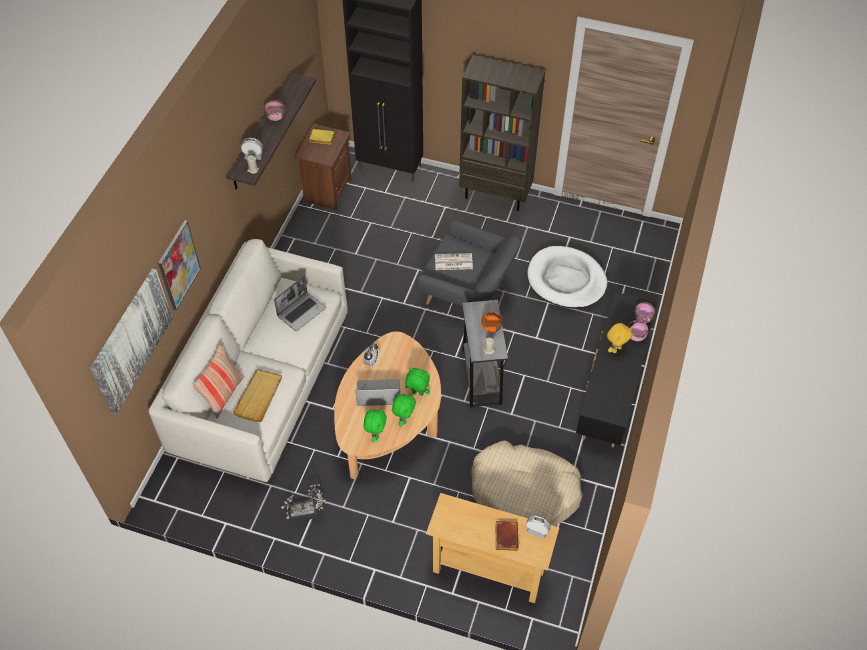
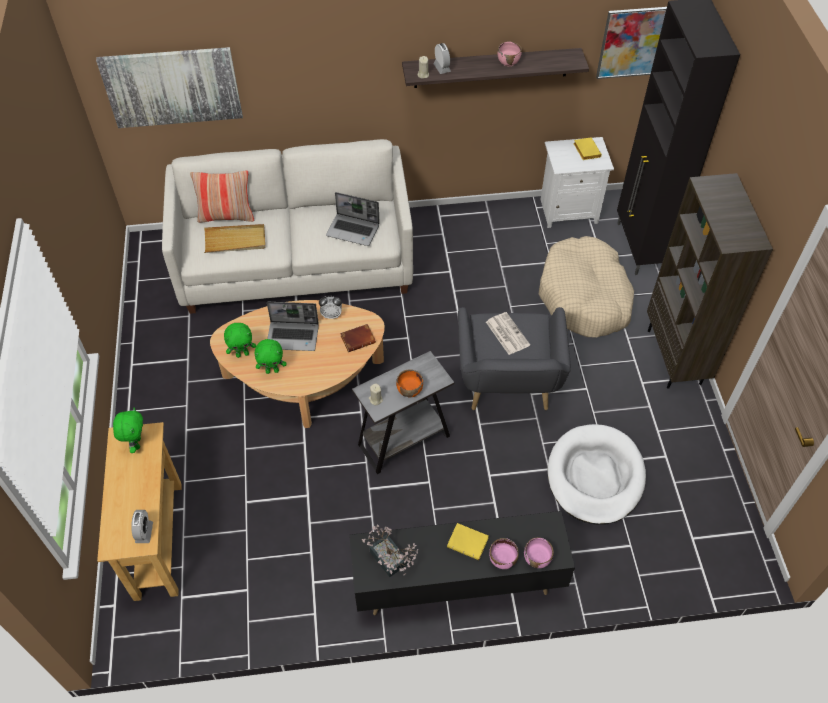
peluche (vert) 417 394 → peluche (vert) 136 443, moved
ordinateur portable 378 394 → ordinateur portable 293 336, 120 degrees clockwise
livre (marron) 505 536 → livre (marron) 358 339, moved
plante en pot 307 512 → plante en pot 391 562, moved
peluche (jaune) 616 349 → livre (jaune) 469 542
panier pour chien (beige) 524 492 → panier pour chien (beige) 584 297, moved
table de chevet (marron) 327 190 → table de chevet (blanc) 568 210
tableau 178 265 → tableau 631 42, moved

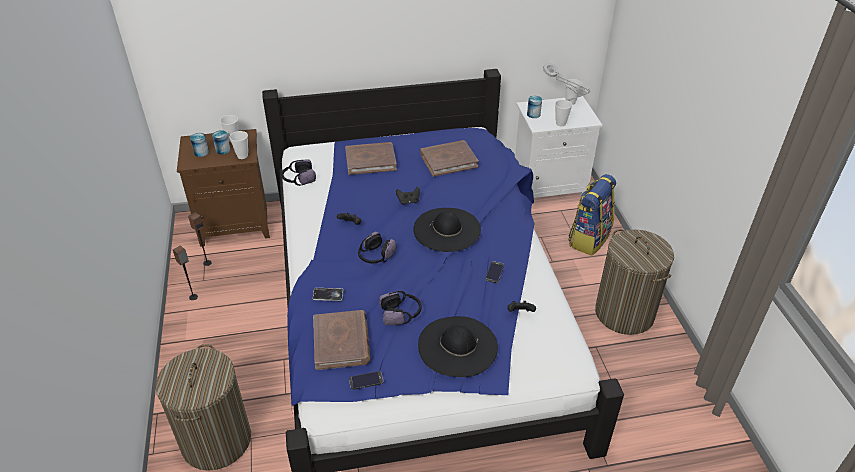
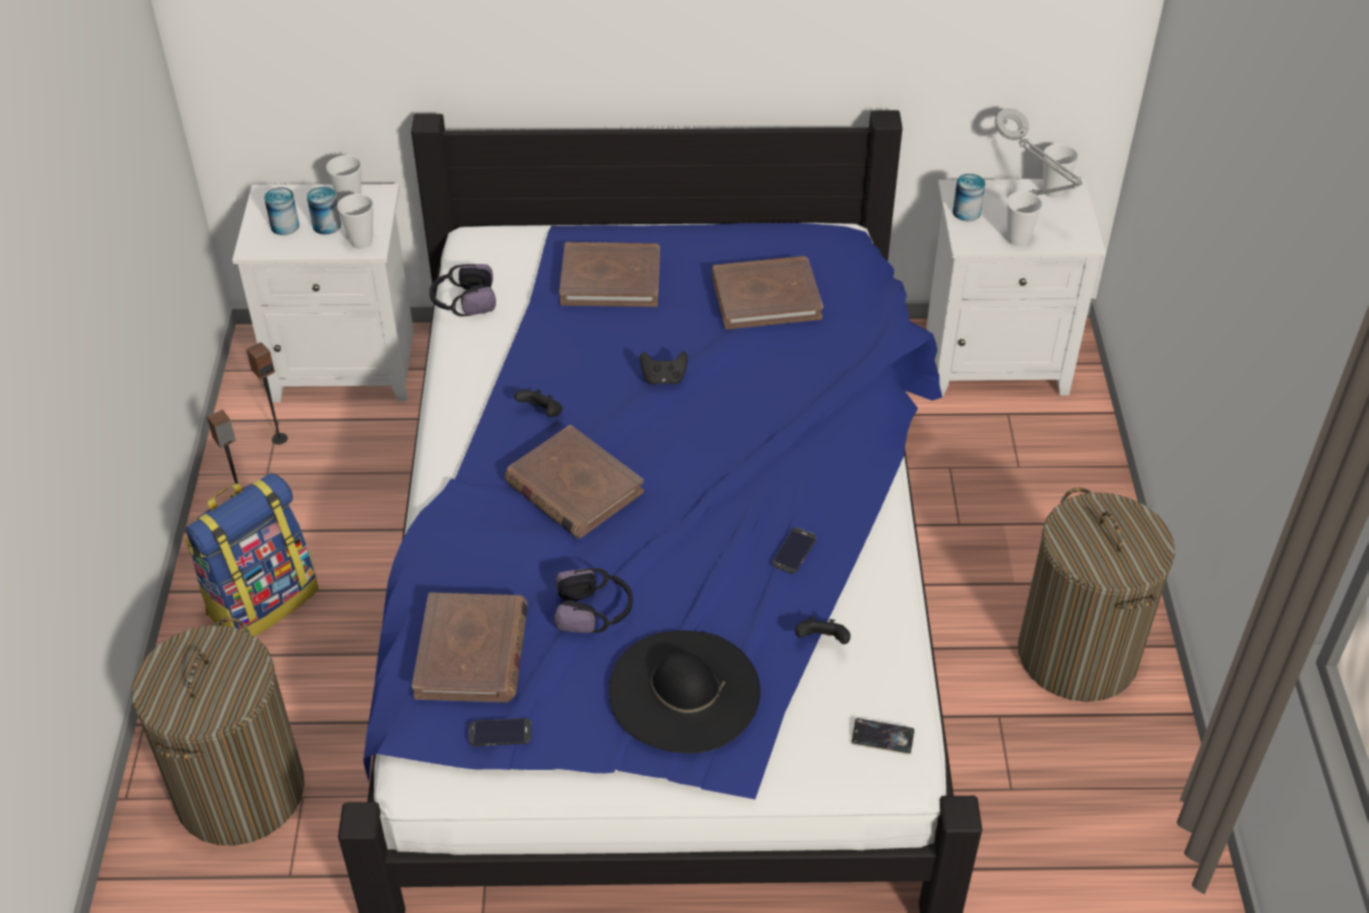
sac à dos 588 238 → sac à dos 262 600, moved
table de chevet (marron) 236 224 → table de chevet (blanc) 348 364
casque audio 375 256 → livre (marron) 573 487
téléphone 328 295 → téléphone 882 739, moved
chapeau (noir) 447 229 → -

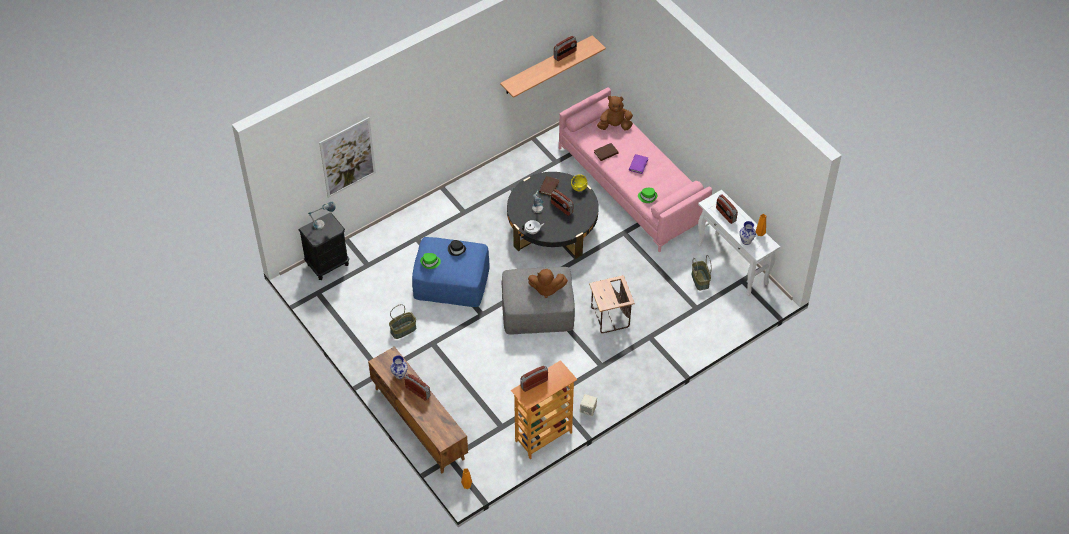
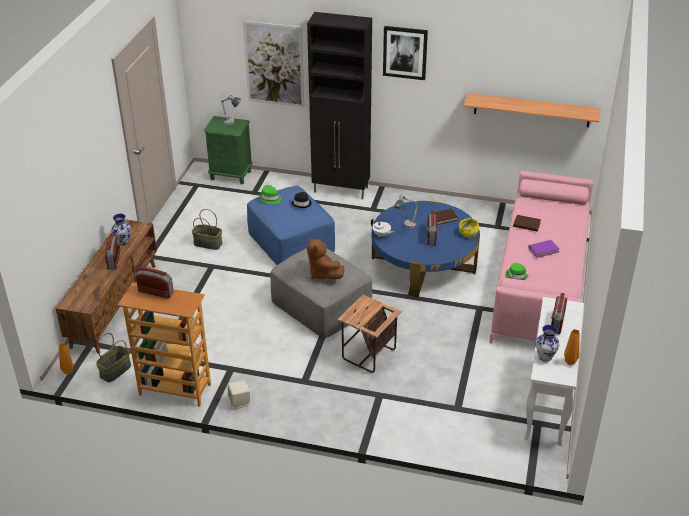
panier 700 280 → panier 115 371, moved
table de chevet (noir) 328 264 → table de chevet (vert) 231 175
- → meuble de rangement (noir) 341 190
table basse (noir) 552 228 → table basse (bleu) 423 263
- → tableau 405 52
radio 565 54 → -
peluche (marron) 614 126 → -

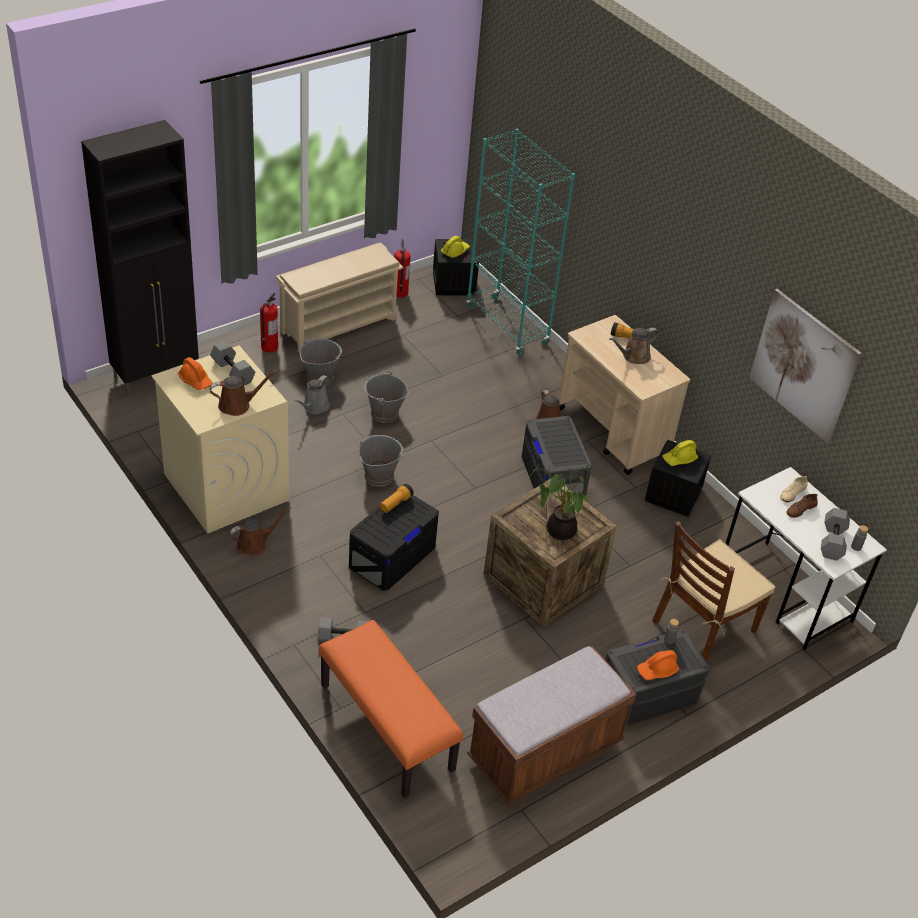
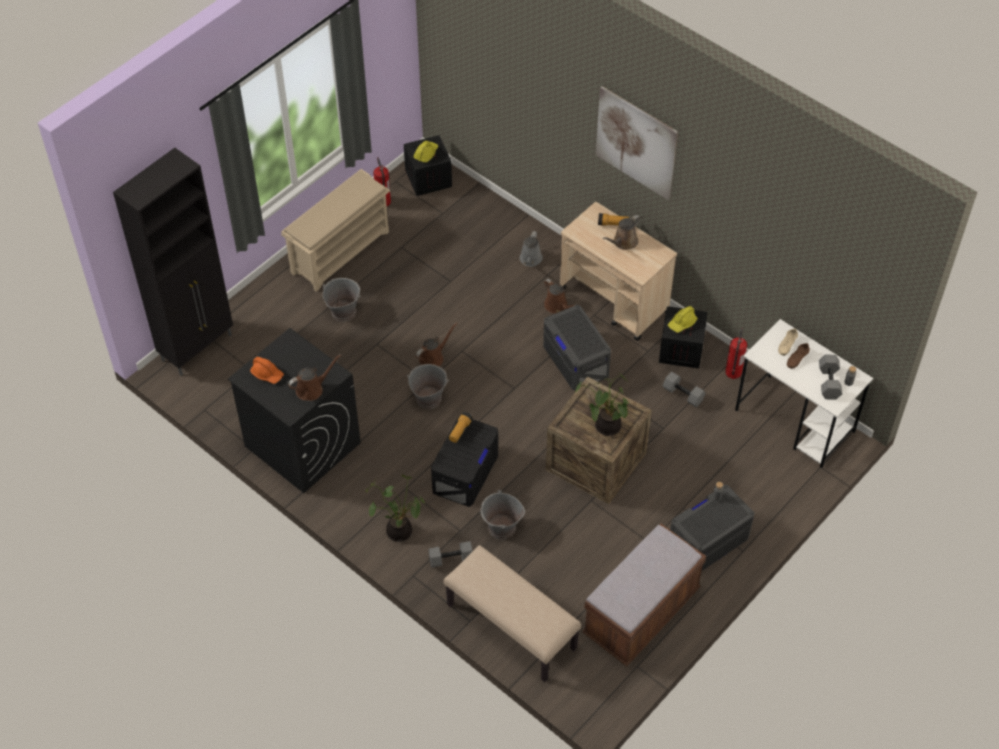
lave-linge (beige) 225 487 → lave-linge (noir) 301 444
- → plante en pot 399 529
arrosoir (marron) 255 544 → arrosoir (marron) 433 357, moved
banc (orange) 385 727 → banc (beige) 510 627
seau (gris) 384 413 → seau (gris) 501 528, moved
arrosoir (gris) 314 407 → arrosoir (gris) 530 260, moved
tableau 803 365 → tableau 636 142, moved
haltère (gris) 233 372 → haltère (gris) 683 394, moved
extincteur 269 347 → extincteur 733 372, moved
bibliothèque (turquoise) 507 326 → -
casque de chantier (orange) 657 670 → -
chaise (marron) 703 626 → -

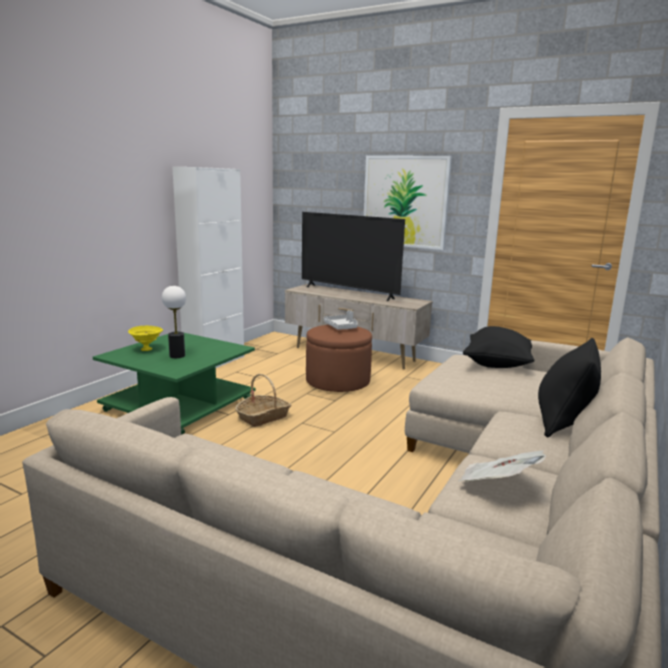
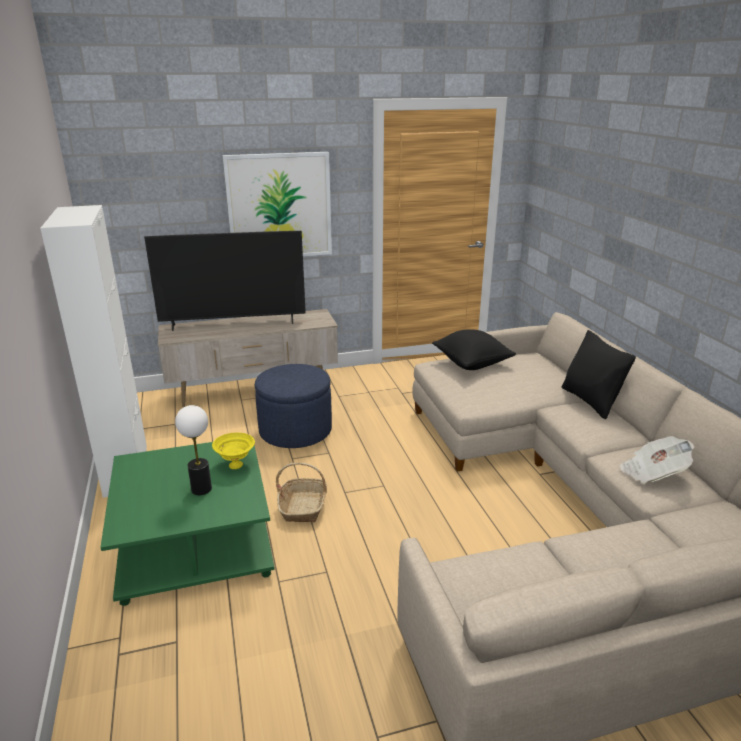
bol (jaune) 147 349 → bol (jaune) 235 464, moved
pouf (marron) 338 382 → pouf (bleu) 295 430
plateau (gris) 342 327 → -

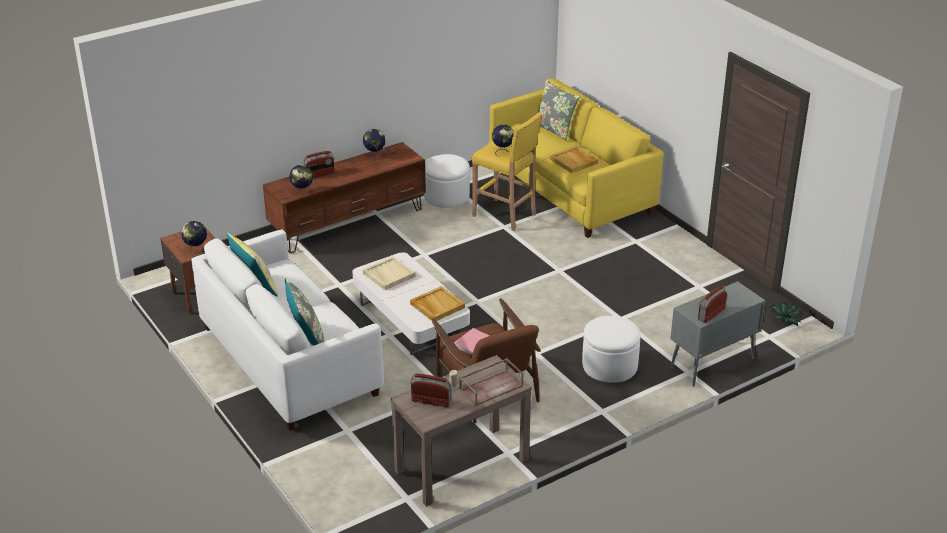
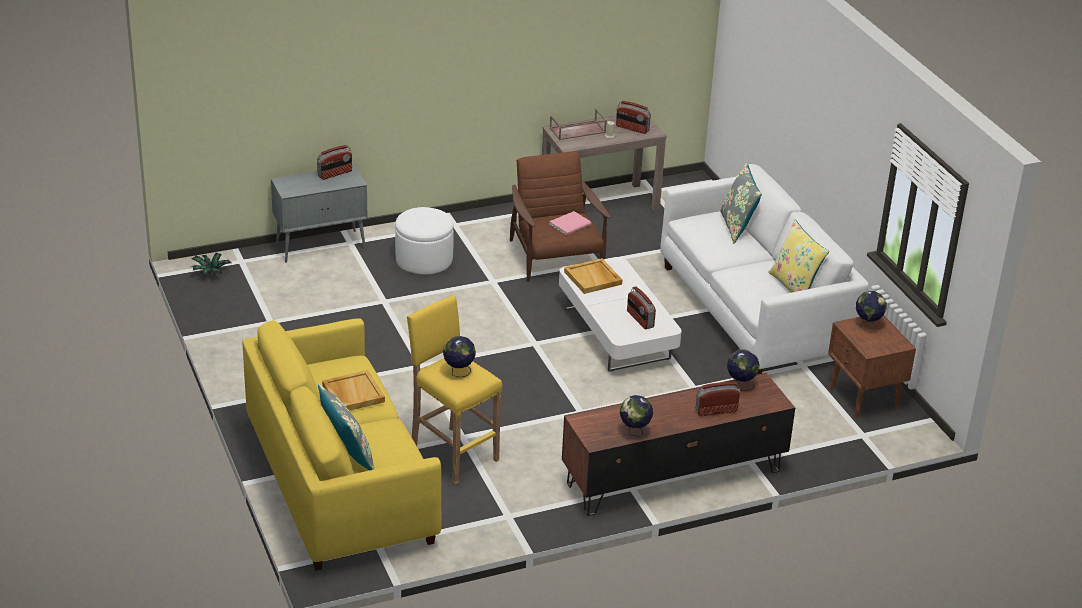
plateau (beige) 388 275 → radio 640 319
pouf (blanc) 446 196 → -

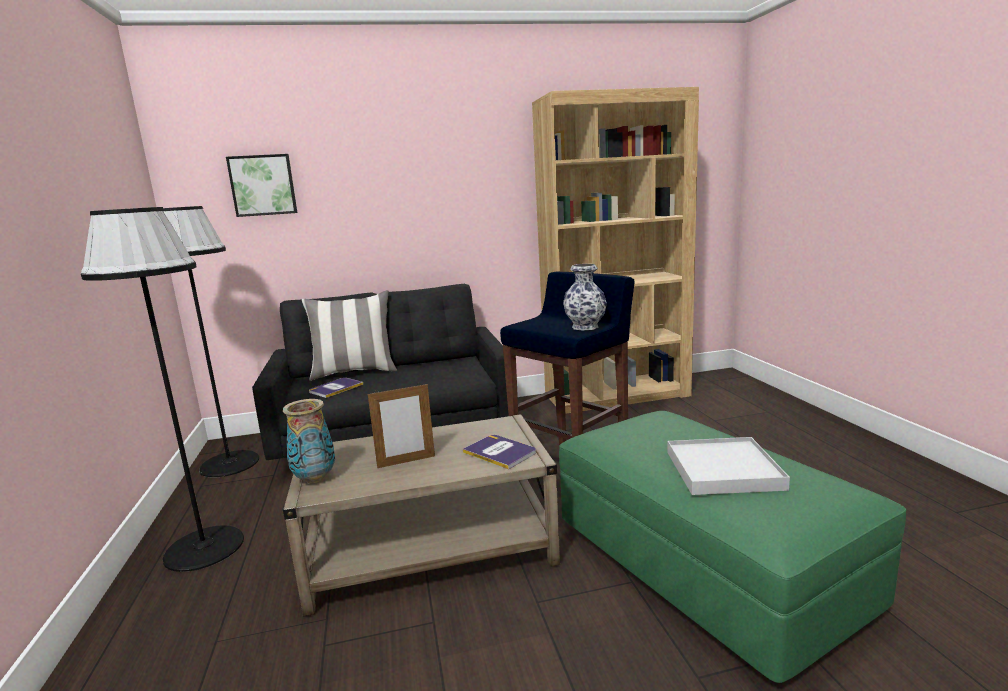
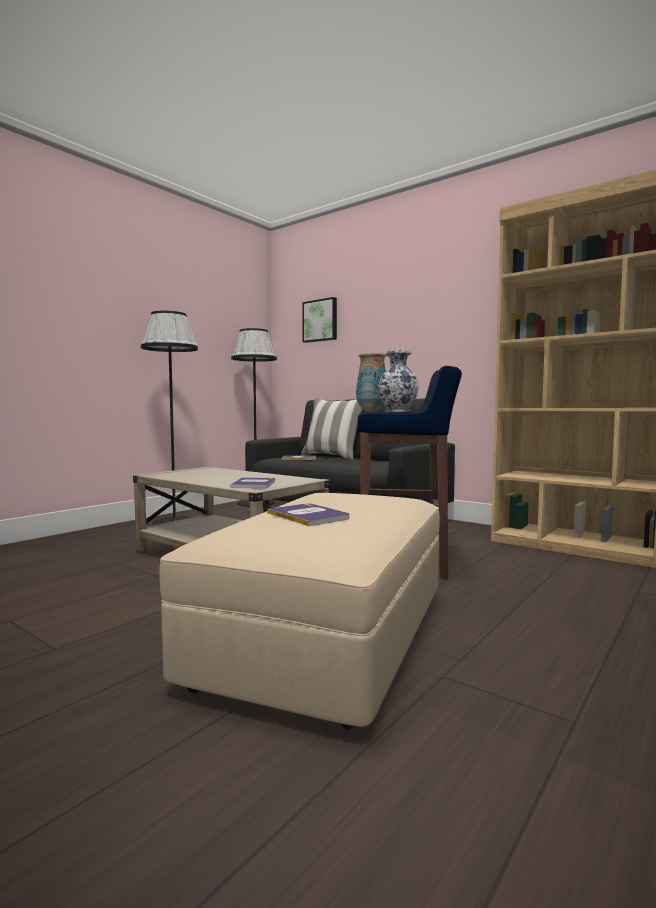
pouf (vert) 704 564 → pouf (beige) 328 636
plateau (blanc) 723 470 → livre 308 516
vase 315 478 → vase 372 411, moved
cadre photo 406 462 → -

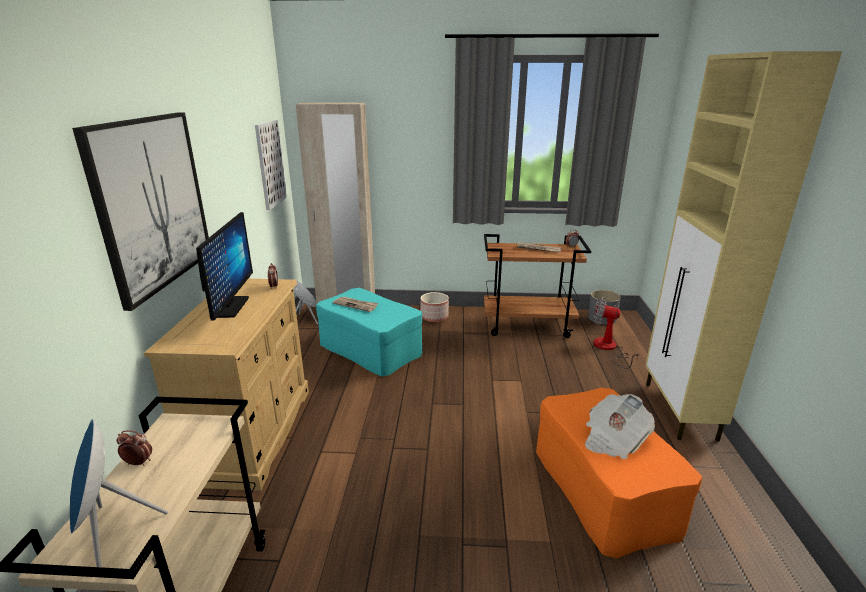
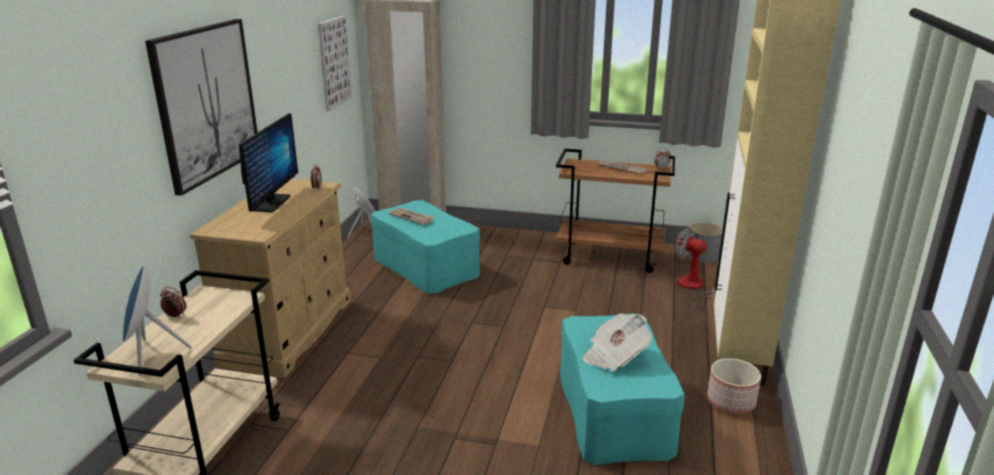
pouf (orange) 604 489 → pouf (turquoise) 614 412
cache-pot 434 317 → cache-pot 731 402, moved

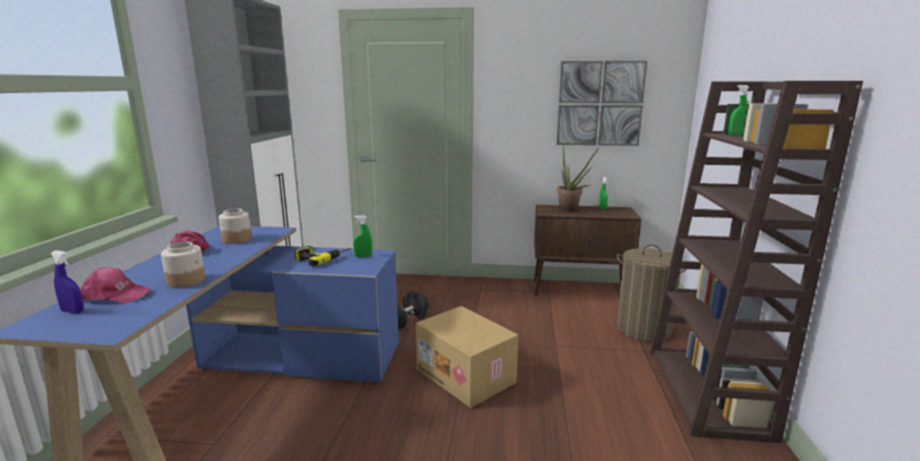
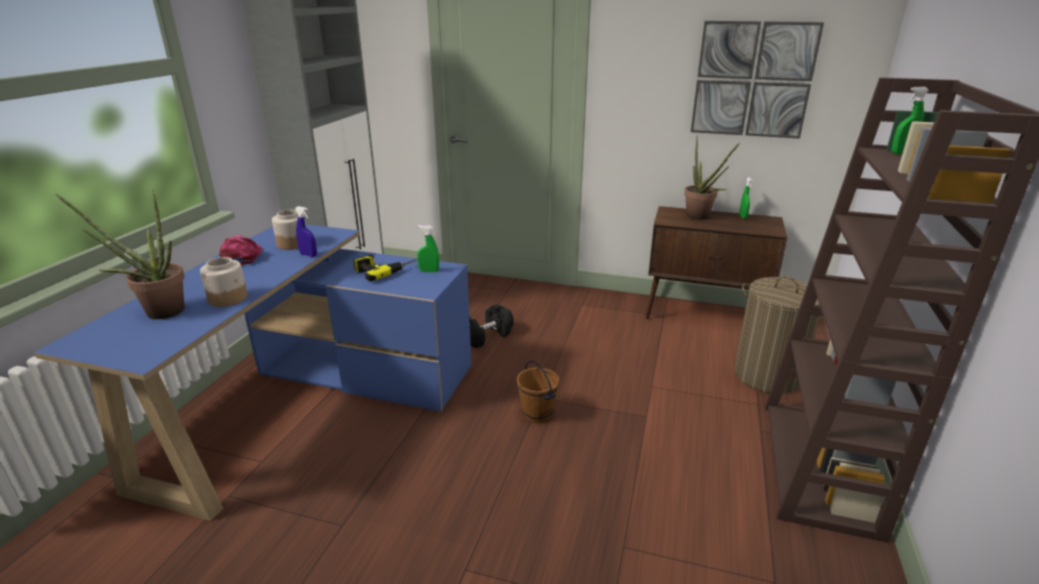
casquette (rose) 115 295 → plante en pot 157 312
vaporisateur (bleu) 73 311 → vaporisateur (bleu) 308 255, moved
carton 467 375 → seau (marron) 537 413

